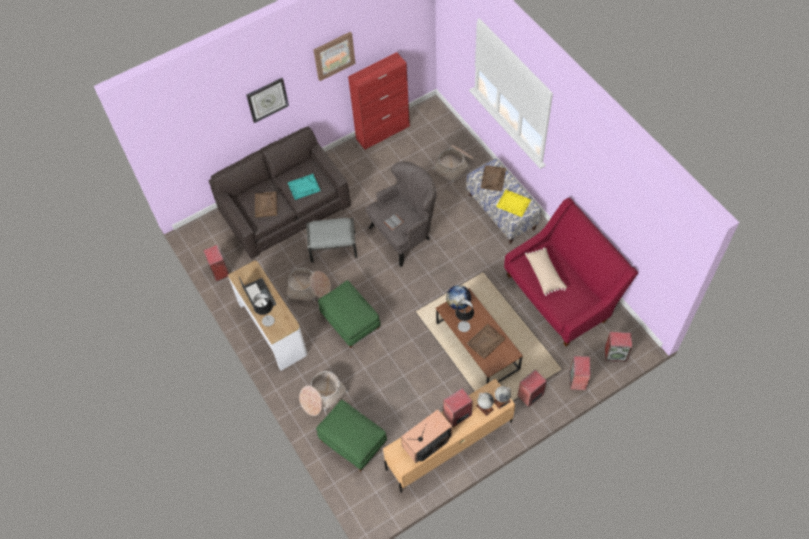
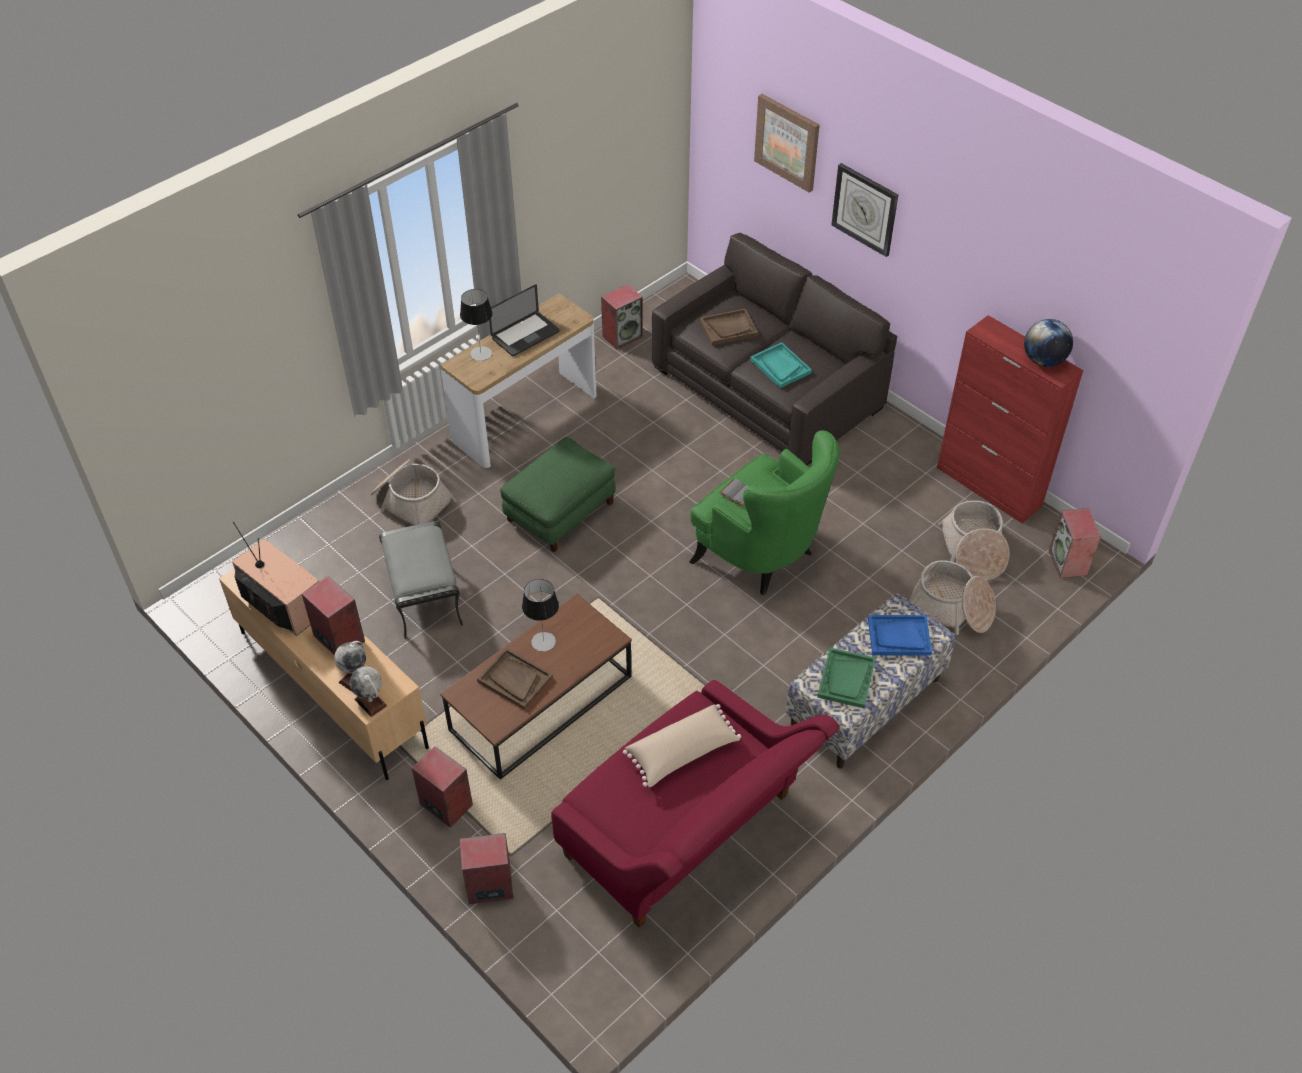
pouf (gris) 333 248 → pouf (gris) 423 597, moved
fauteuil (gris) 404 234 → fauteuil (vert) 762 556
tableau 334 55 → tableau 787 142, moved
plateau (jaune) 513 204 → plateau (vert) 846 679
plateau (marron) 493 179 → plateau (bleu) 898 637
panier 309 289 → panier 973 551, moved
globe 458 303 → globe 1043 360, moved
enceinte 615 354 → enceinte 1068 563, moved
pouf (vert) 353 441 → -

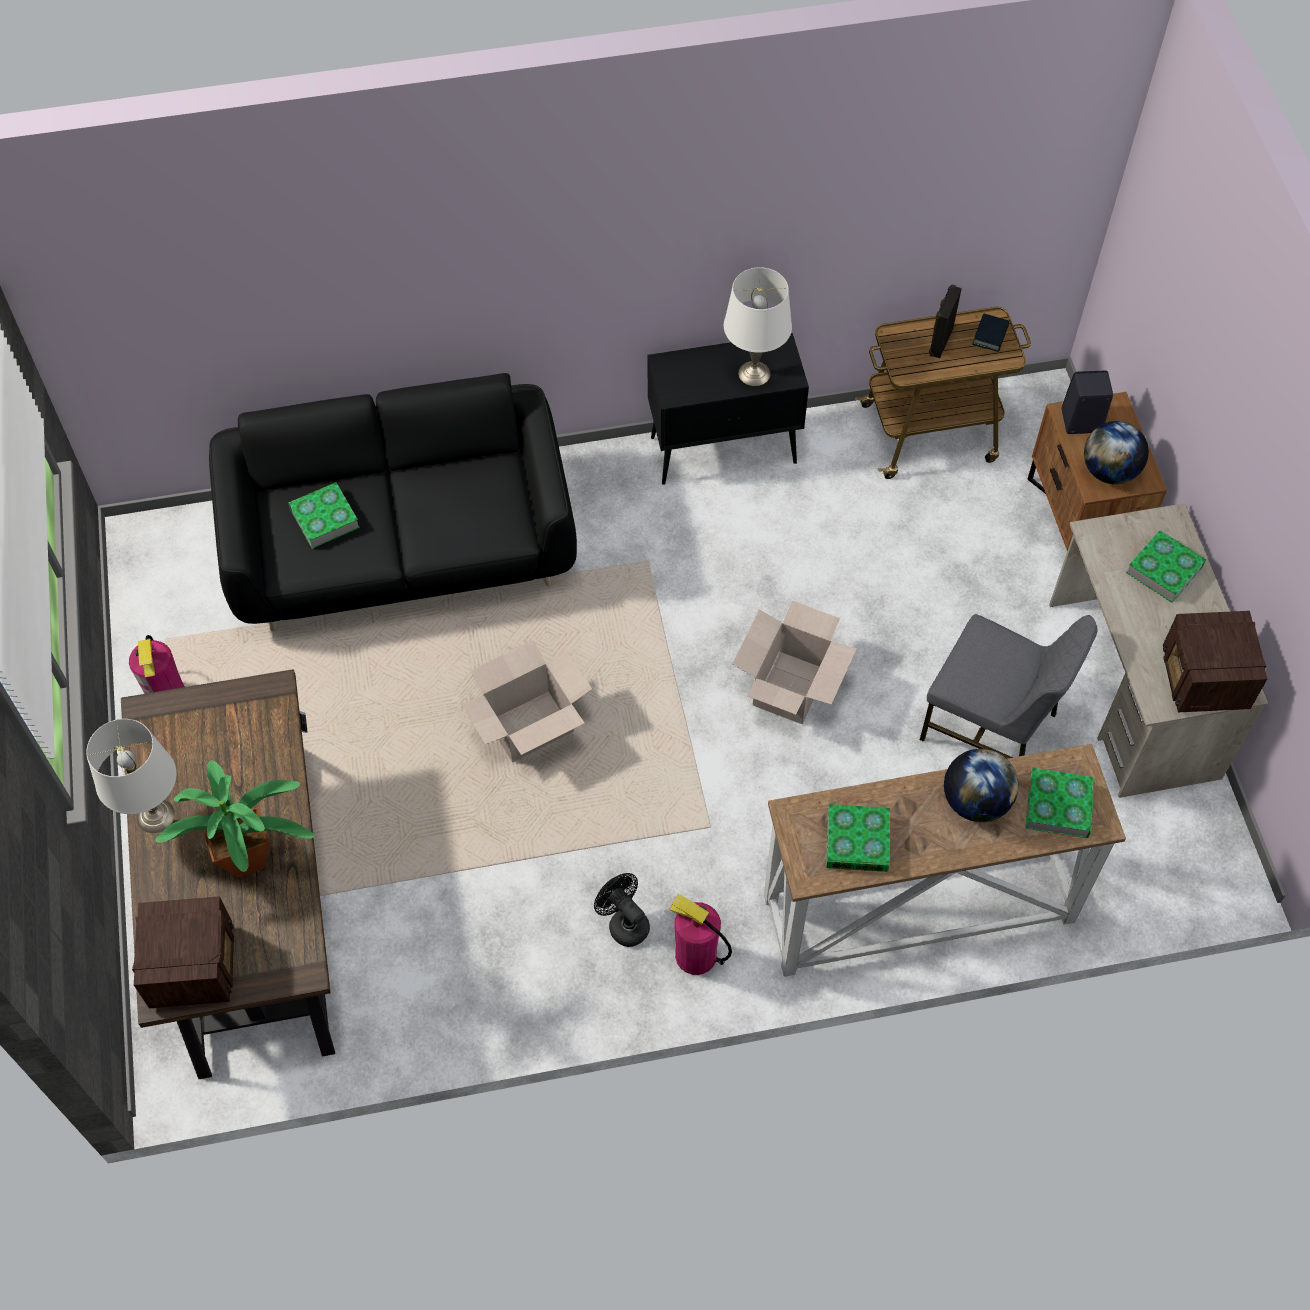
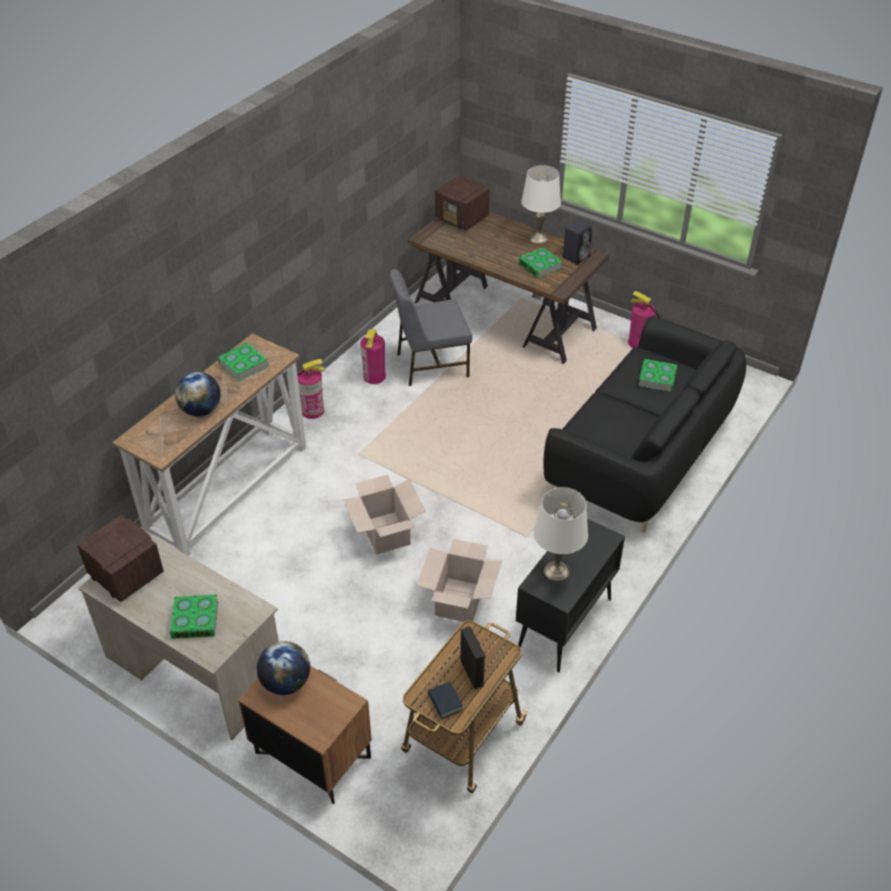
- → extincteur 374 376
chaise (gris) 991 726 → chaise (gris) 431 365, moved
carton 530 726 → carton 460 601, moved
livre 1058 806 → livre 540 266, moved
enceinte (noir) 1080 421 → enceinte (noir) 576 256, moved
plante en pot 256 862 → -
ventilateur (noir) 624 923 → -

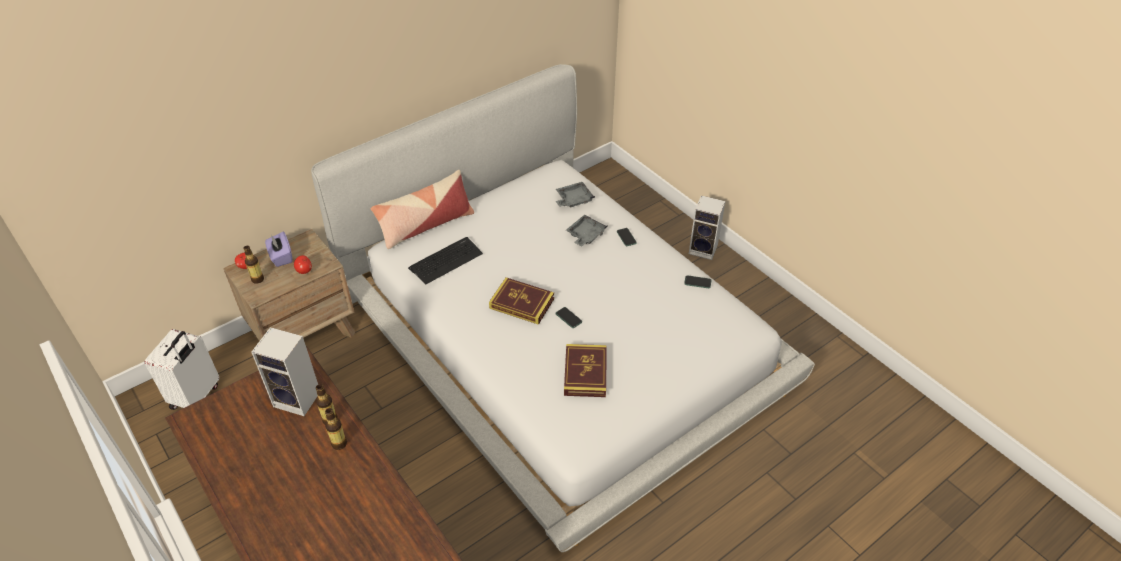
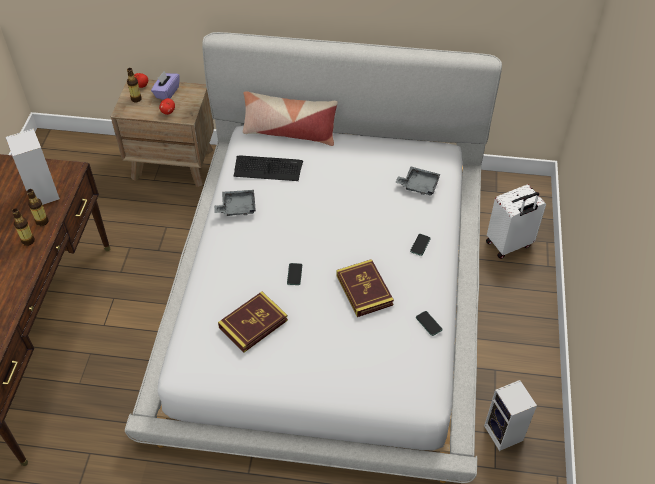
plateau (gris) 585 235 → plateau (gris) 237 207, moved
livre 522 303 → livre 364 290, moved
enceinte 704 249 → enceinte 504 434, moved
valise (blanc) 196 396 → valise (blanc) 509 245, moved

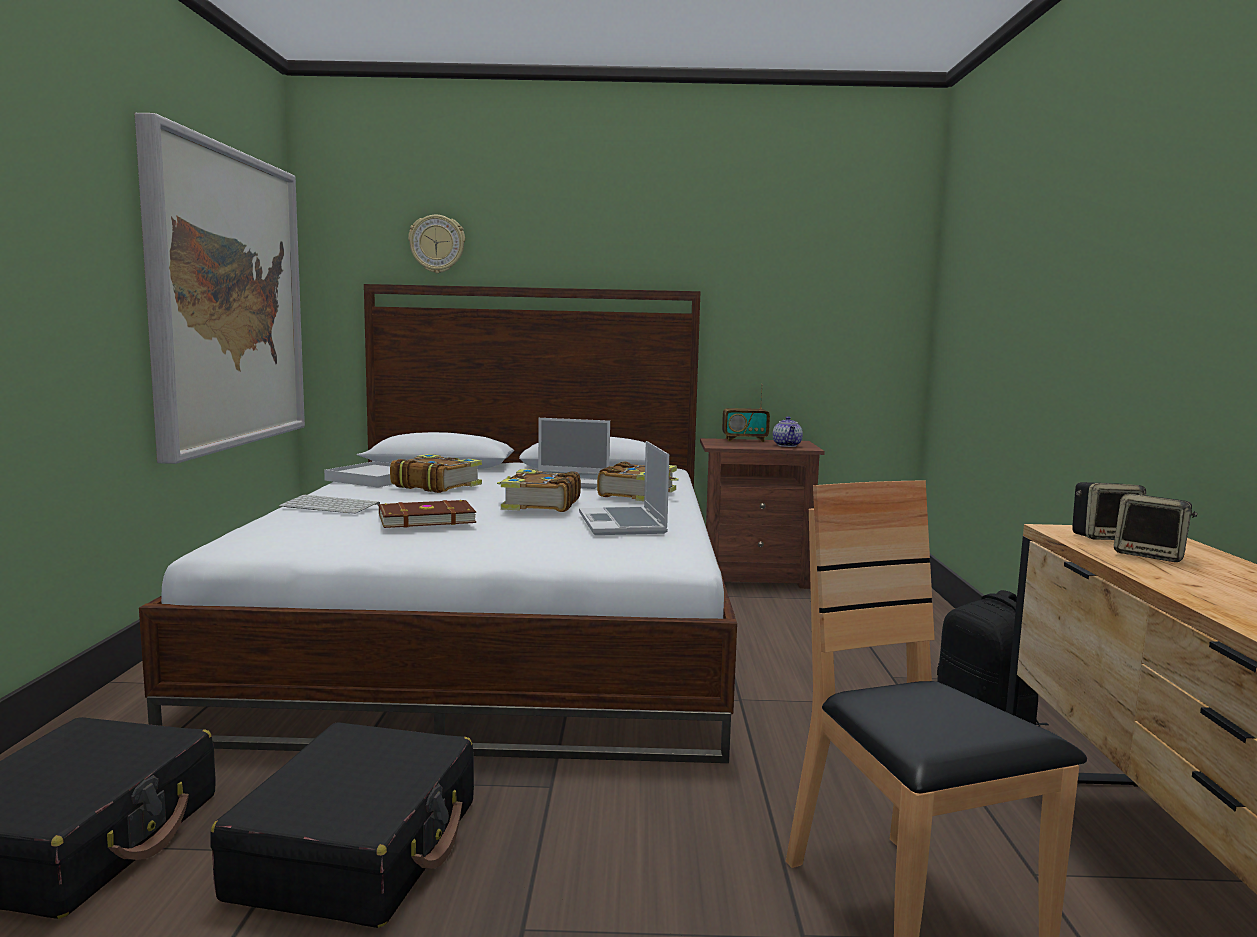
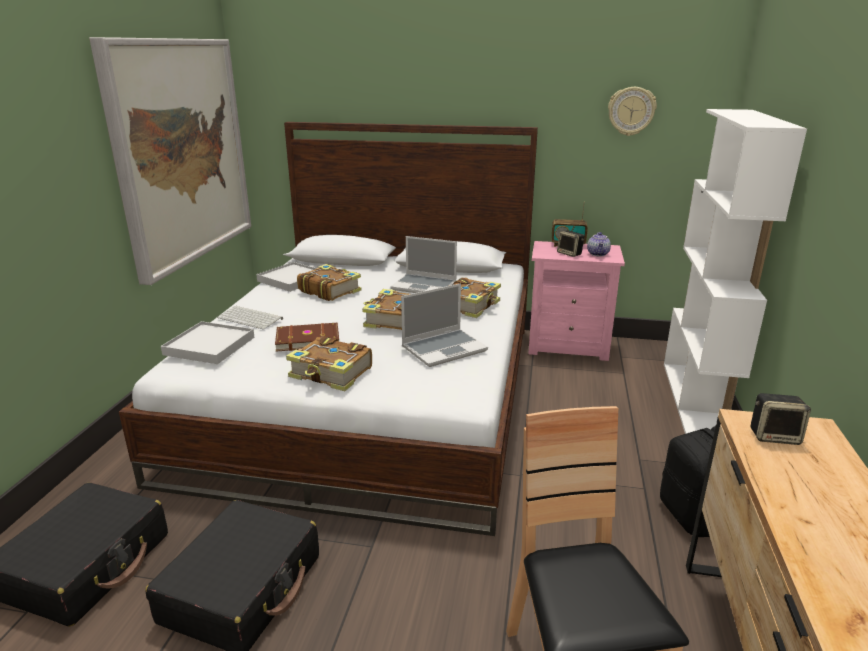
- → plateau (blanc) 209 346
- → livre 331 374
ordinateur portable 623 524 → ordinateur portable 444 348, 120 degrees counterclockwise
table de chevet (marron) 754 577 → table de chevet (rose) 568 346
enceinte 1151 556 → enceinte 570 254, moved
horloge murale 437 244 → horloge murale 631 111, moved
- → bibliothèque (blanc) 696 400

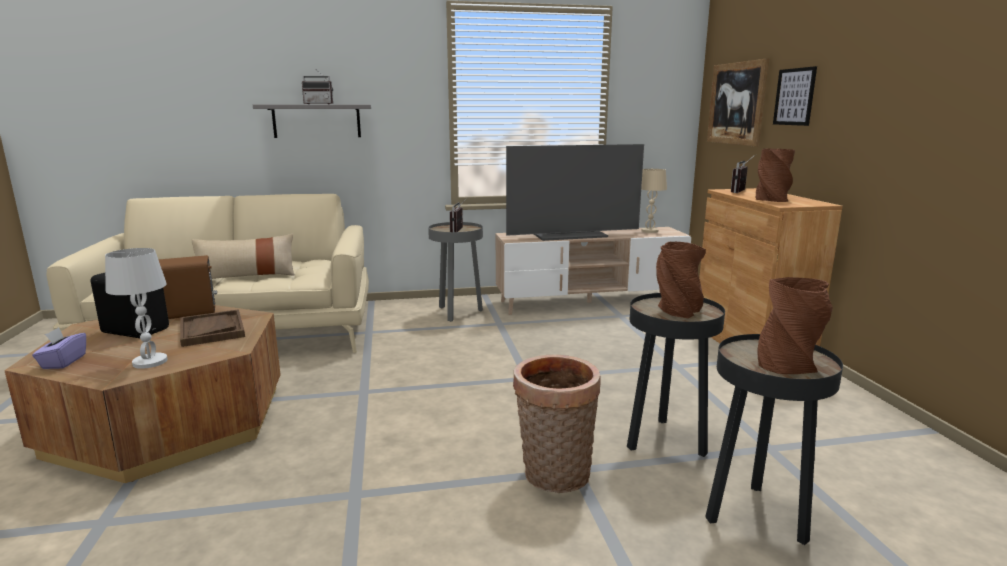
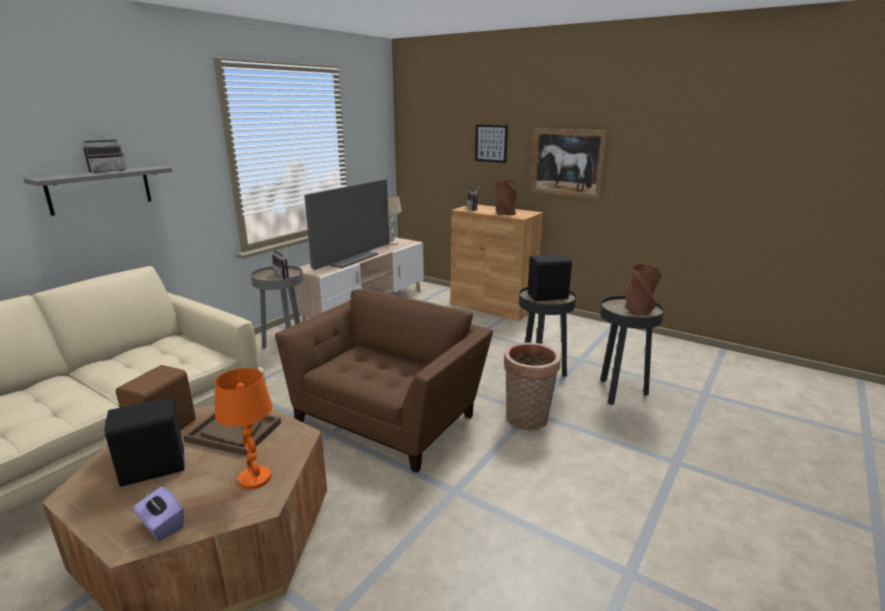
lampe de table (blanc) 150 362 → lampe de table (orange) 254 478
- → fauteuil (marron) 389 416
vase (marron) 677 311 → enceinte (noir) 548 297
tableau 736 103 → tableau 567 162, moved
coussin (beige) 246 276 → -

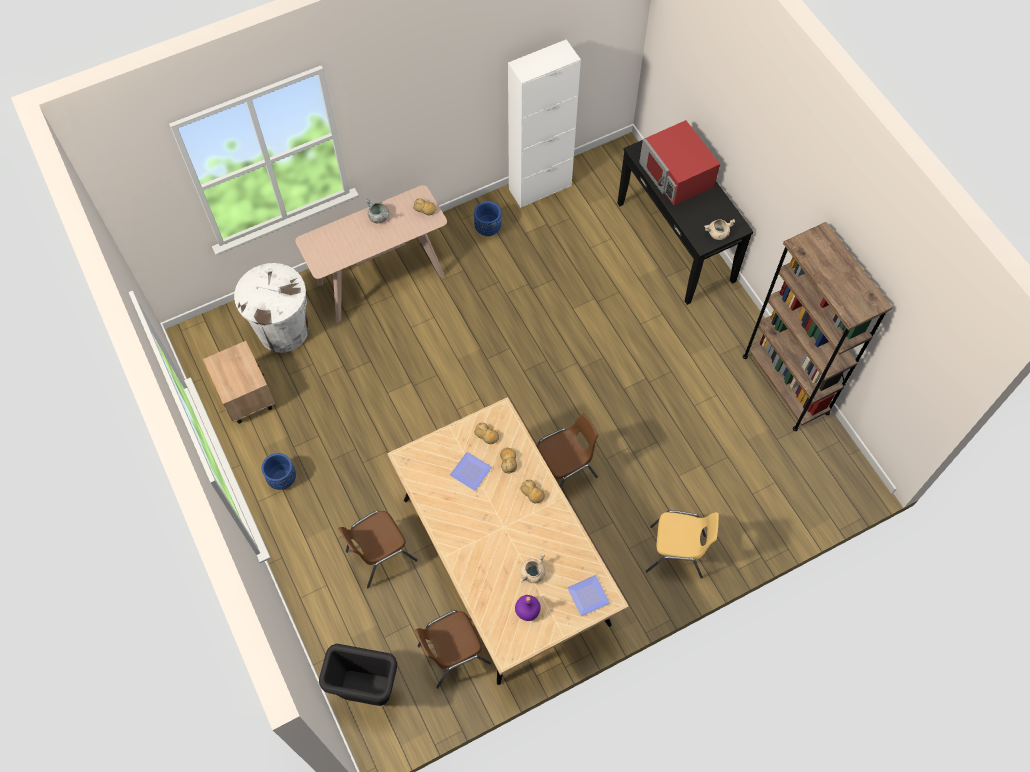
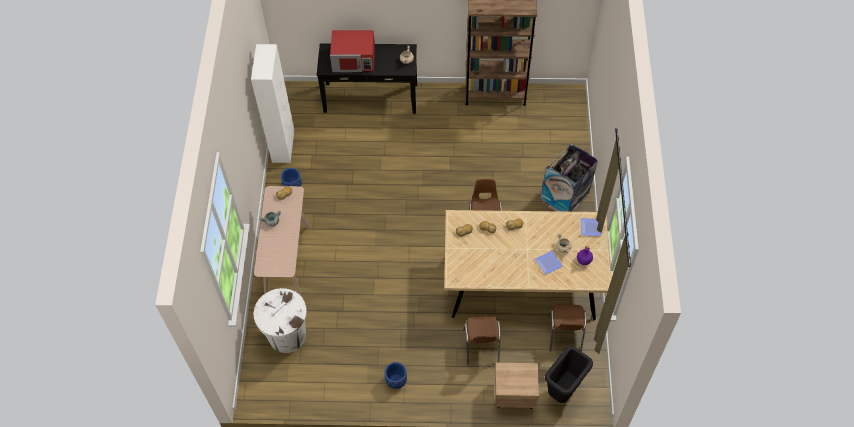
table de chevet (beige) 246 396 → table de chevet (beige) 513 395, moved
assiette 469 472 → assiette 548 264, moved
chaise (jaune) 676 553 → poubelle 565 195

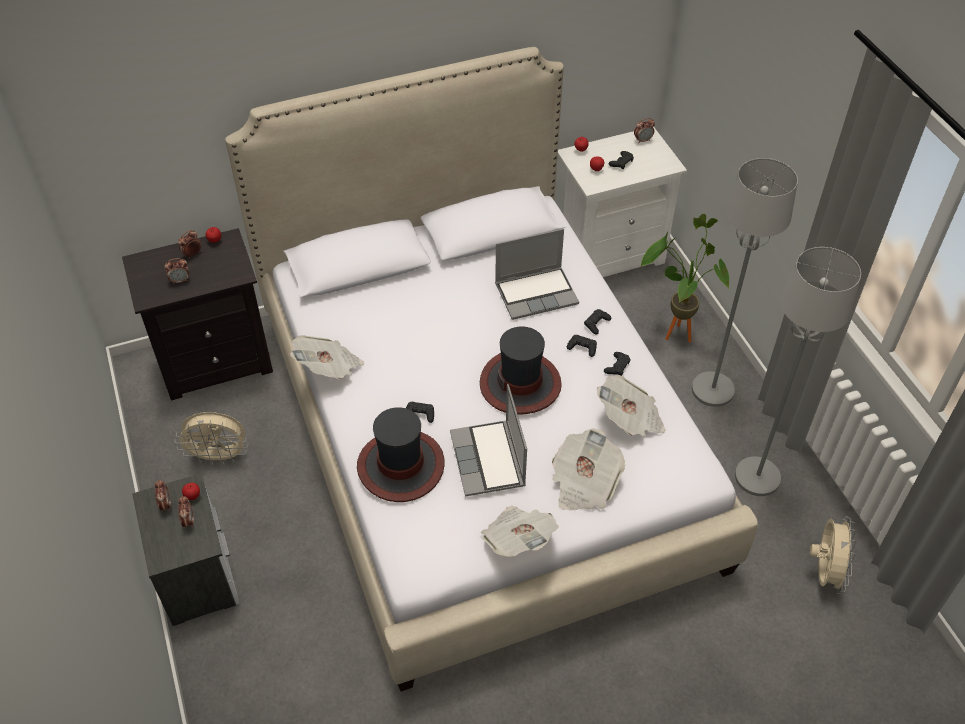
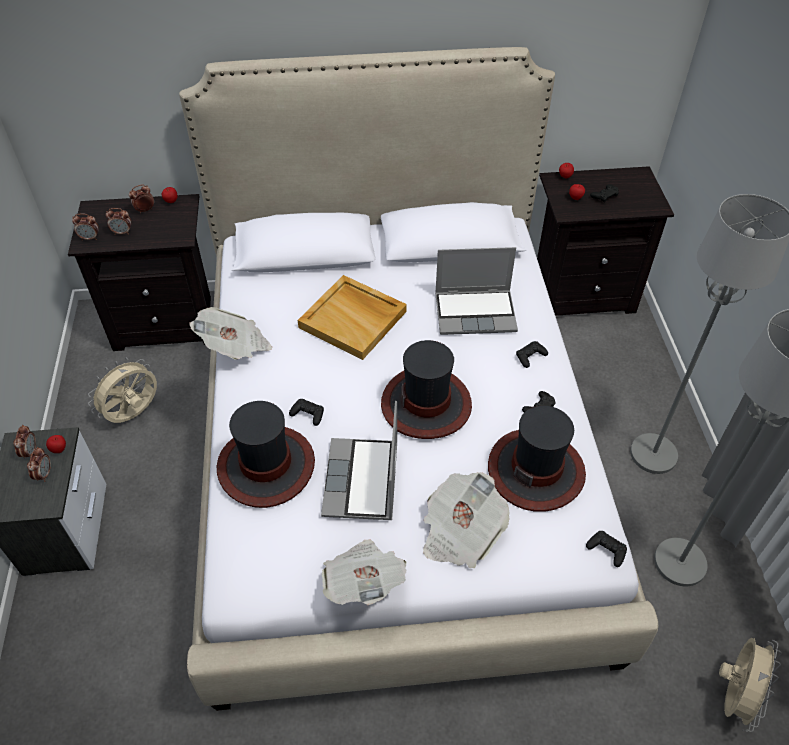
réveil 643 140 → réveil 90 238, moved
ventilateur (beige) 219 456 → ventilateur (beige) 134 414, 120 degrees clockwise
- → plateau (beige) 354 319
journal 630 419 → chapeau 536 470
table de chevet (blanc) 609 253 → table de chevet (noir) 581 293
manette (noir) 582 348 → manette (noir) 606 550, moved
plante en pot 673 331 → -

